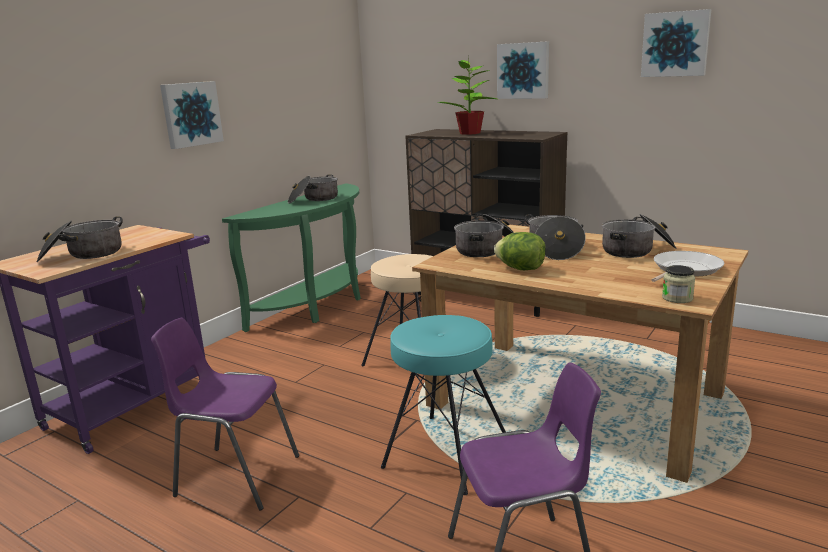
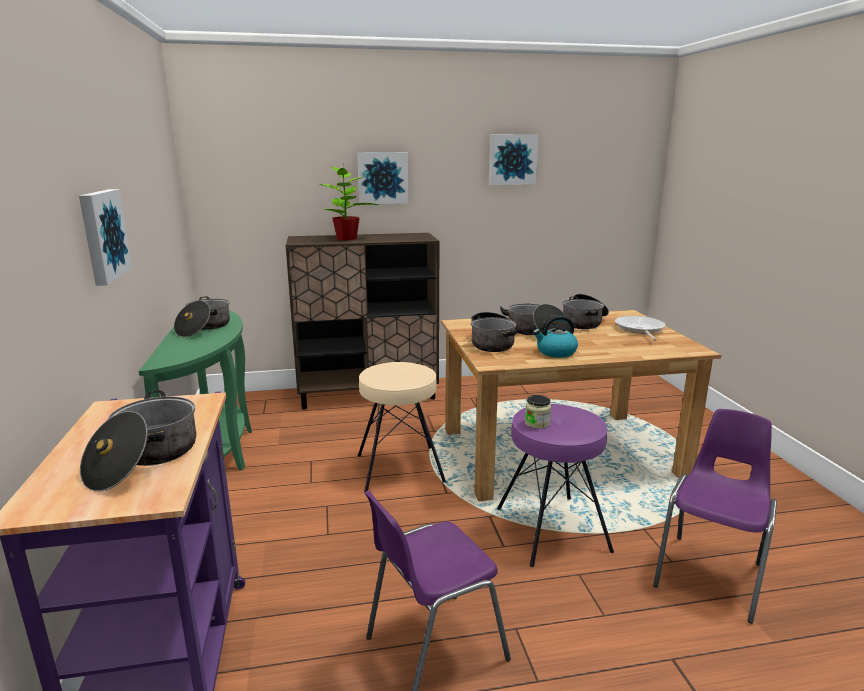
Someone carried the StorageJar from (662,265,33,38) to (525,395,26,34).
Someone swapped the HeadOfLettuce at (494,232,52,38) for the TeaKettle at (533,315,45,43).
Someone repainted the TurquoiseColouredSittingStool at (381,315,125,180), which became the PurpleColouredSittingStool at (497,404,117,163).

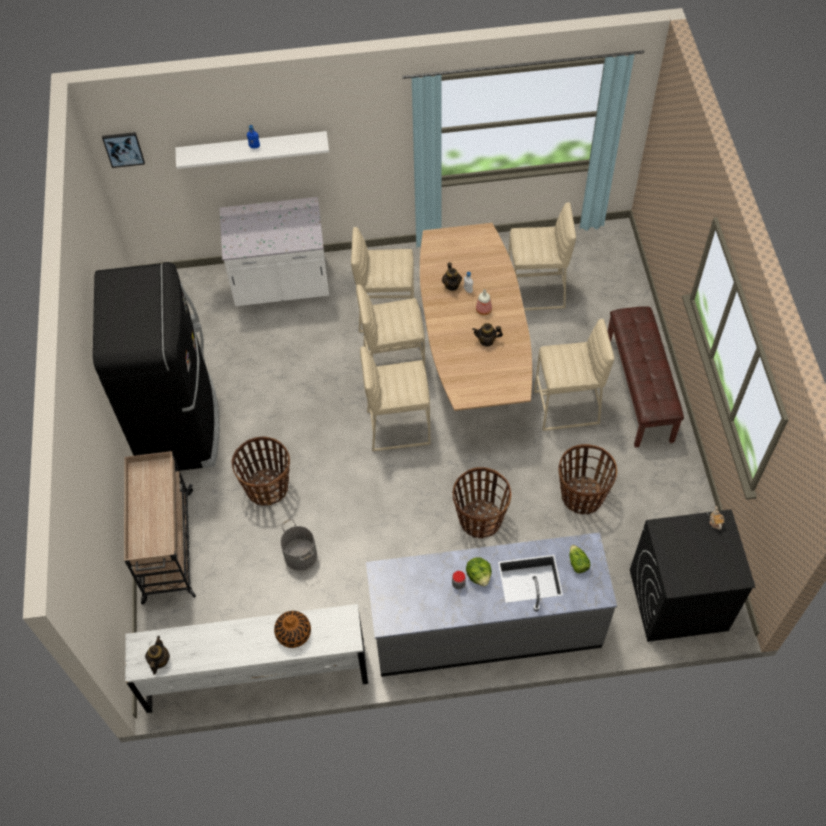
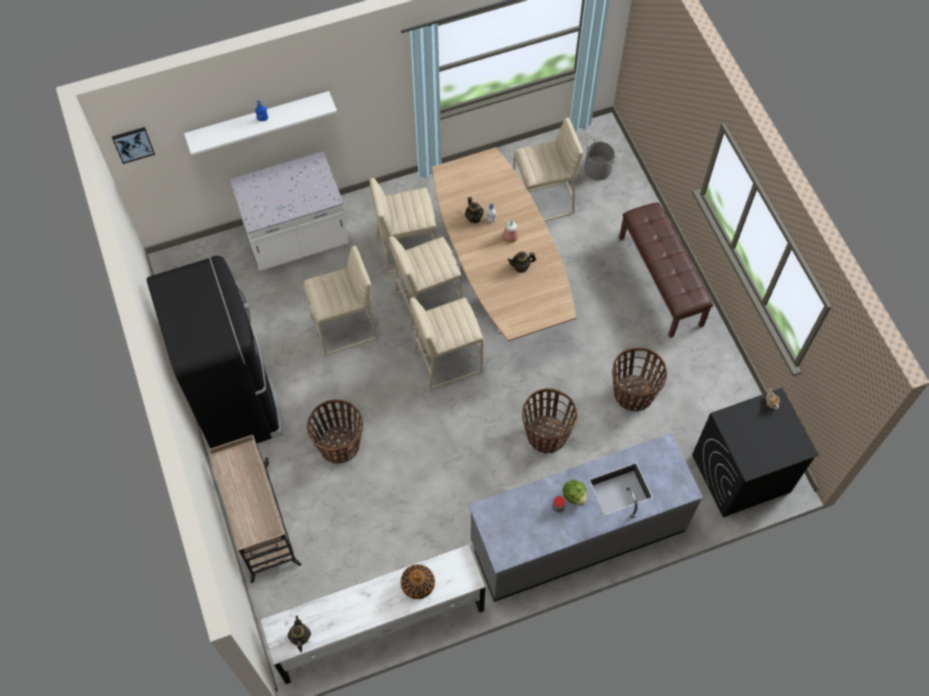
Someone took away the HeadOfLettuce at (569,545,21,28).
Someone carried the GreyishPail from (280,519,37,52) to (584,137,34,44).
Someone carried the BeigeColouredSittingStool from (534,319,80,112) to (304,246,74,110).

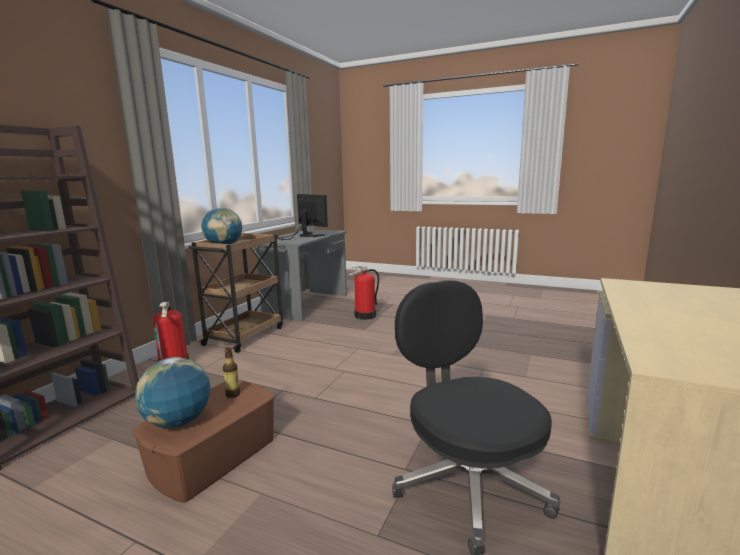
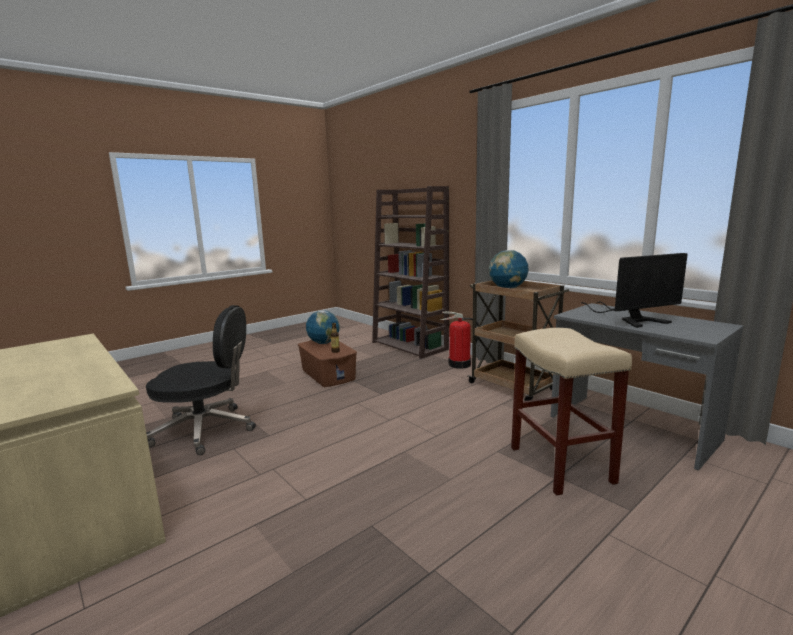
Someone swapped the Extinguisher at (349,266,30,54) for the BeigeColouredSittingStool at (511,328,121,167).

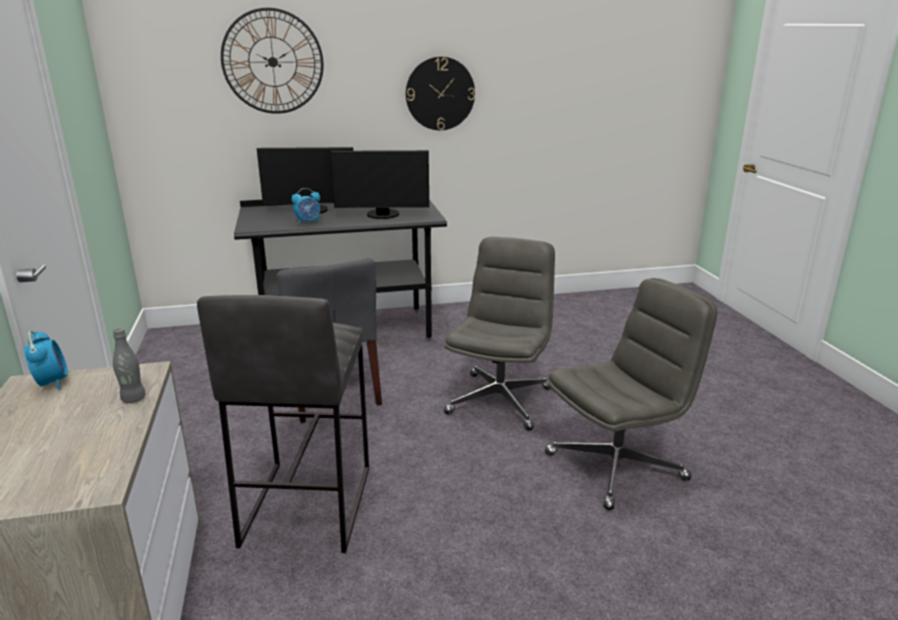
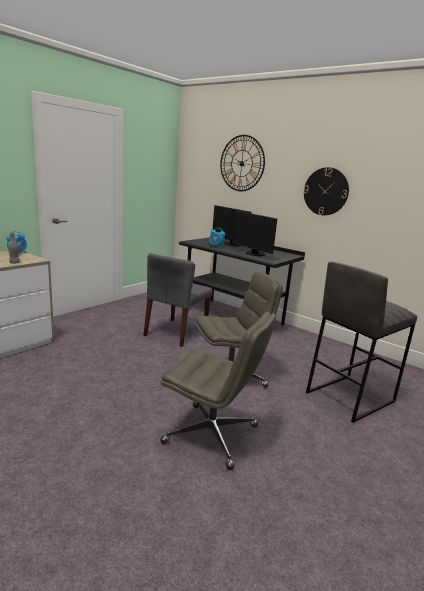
Someone carried the GreyishSittingStool from (197,295,172,258) to (306,262,111,161).

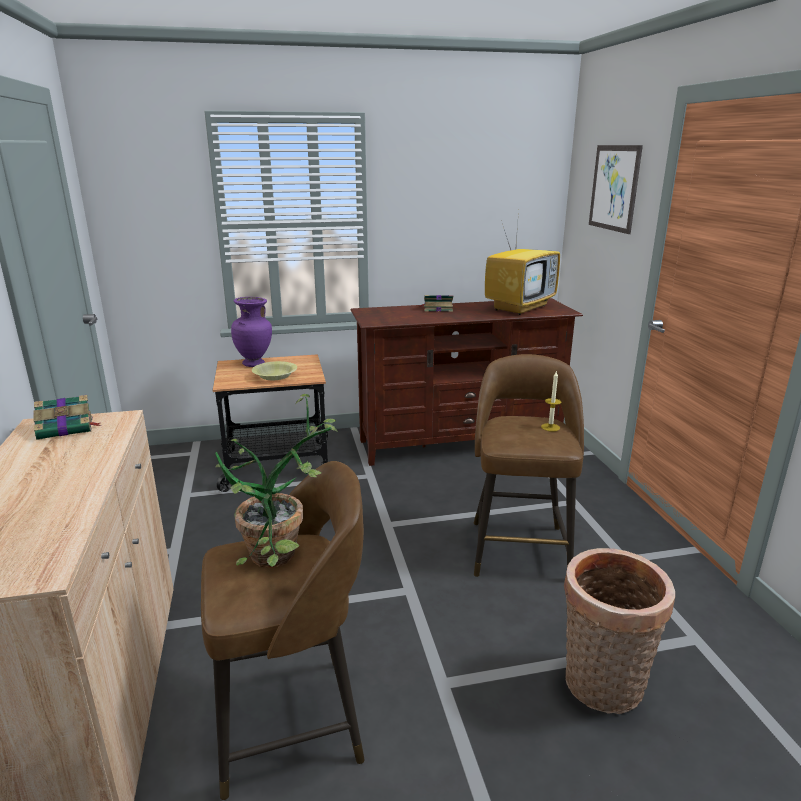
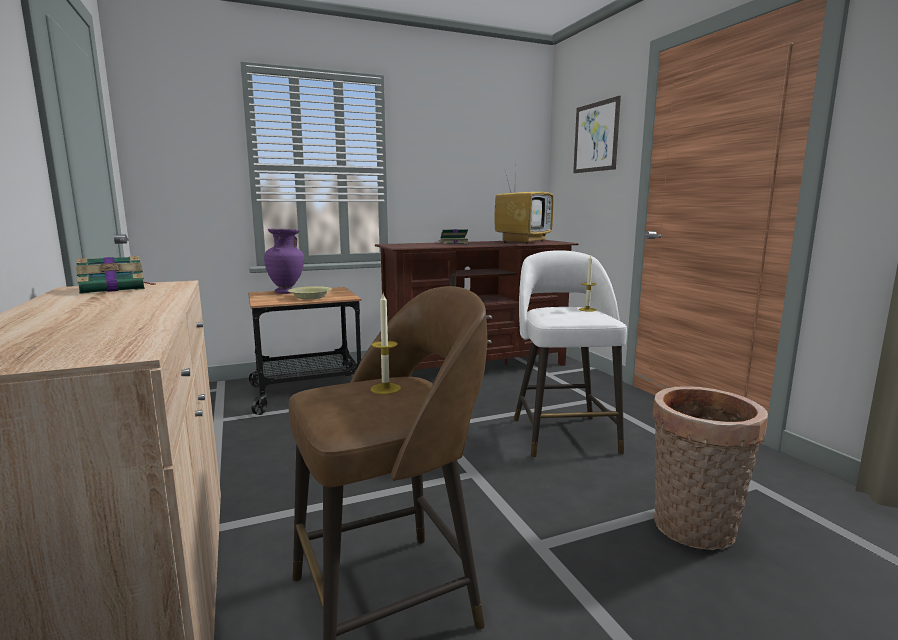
Someone swapped the PottedPlant at (215,394,123,174) for the WaxCandle at (371,293,30,101).
Someone repainted the BrownColouredSittingStool at (474,354,110,223), which became the WhiteColouredSittingStool at (514,250,113,208).

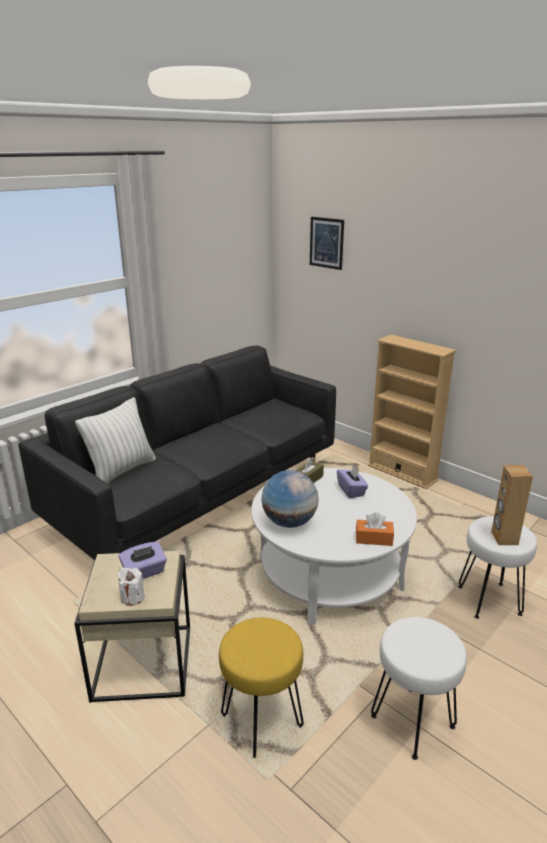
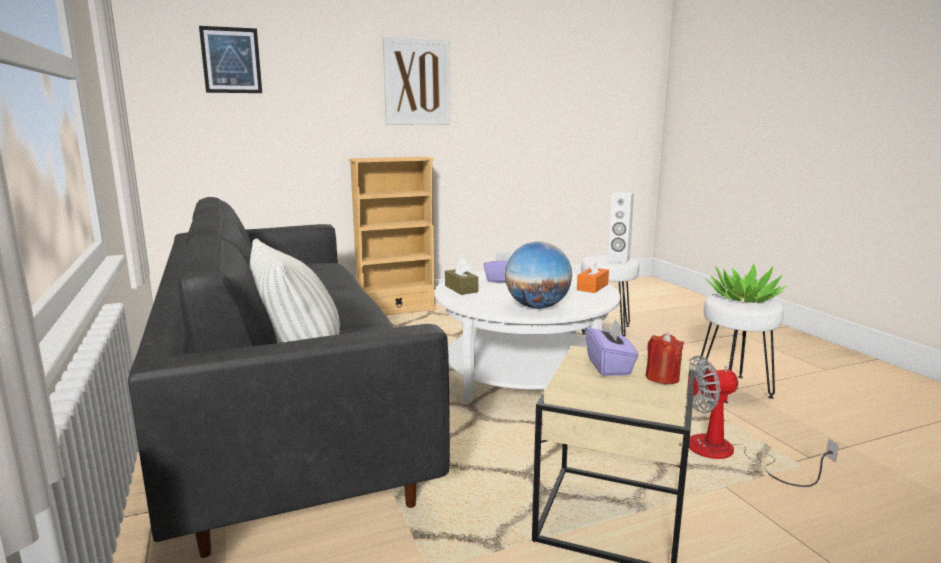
Someone put up the Picture at (383,36,68,89).
Someone put down the PottedPlant at (706,263,81,40).
Someone swapped the YellowSittingStool at (219,618,85,140) for the ElectricFan at (686,356,153,131).
Someone repainted the WhiteColouredWaxCandle at (117,568,27,38), which became the RedWaxCandle at (646,333,38,51).
Someone repainted the BrownColouredLoudspeaker at (491,465,42,80), which became the WhiteColouredLoudspeaker at (608,192,26,71).

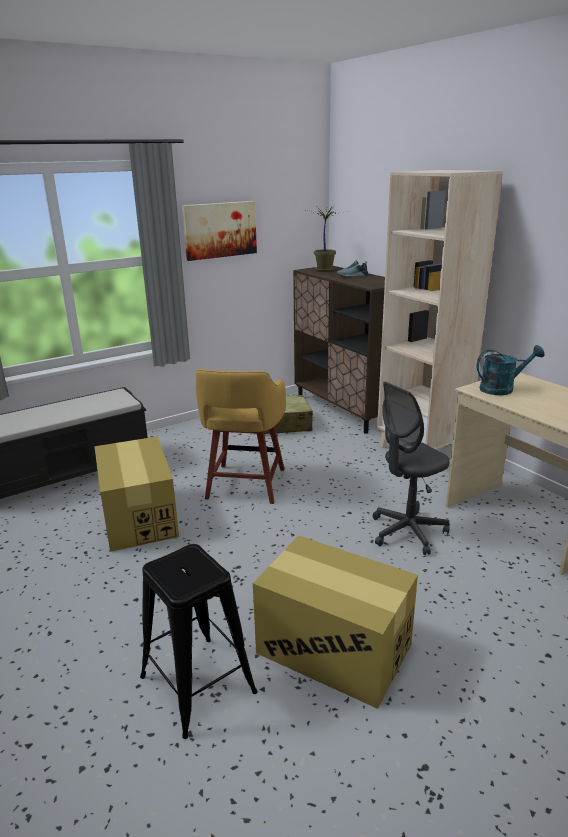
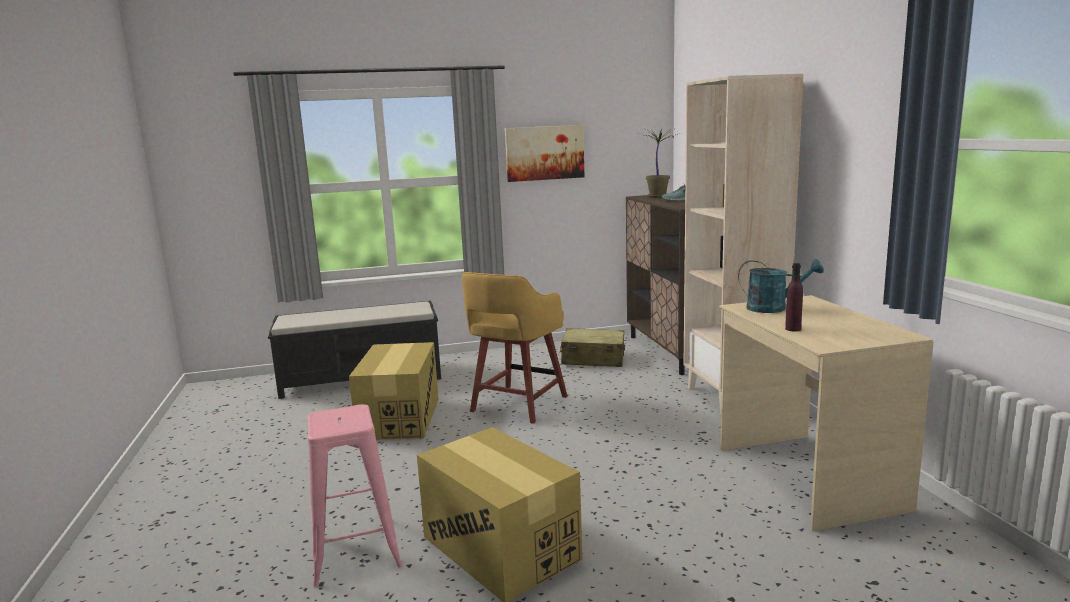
Someone took away the GreyishComputerChair at (373,382,77,173).
Someone put down the PurpleColouredBottle at (785,263,18,68).
Someone repainted the BlackSittingStool at (140,544,118,195), which became the PinkishSittingStool at (307,404,96,183).

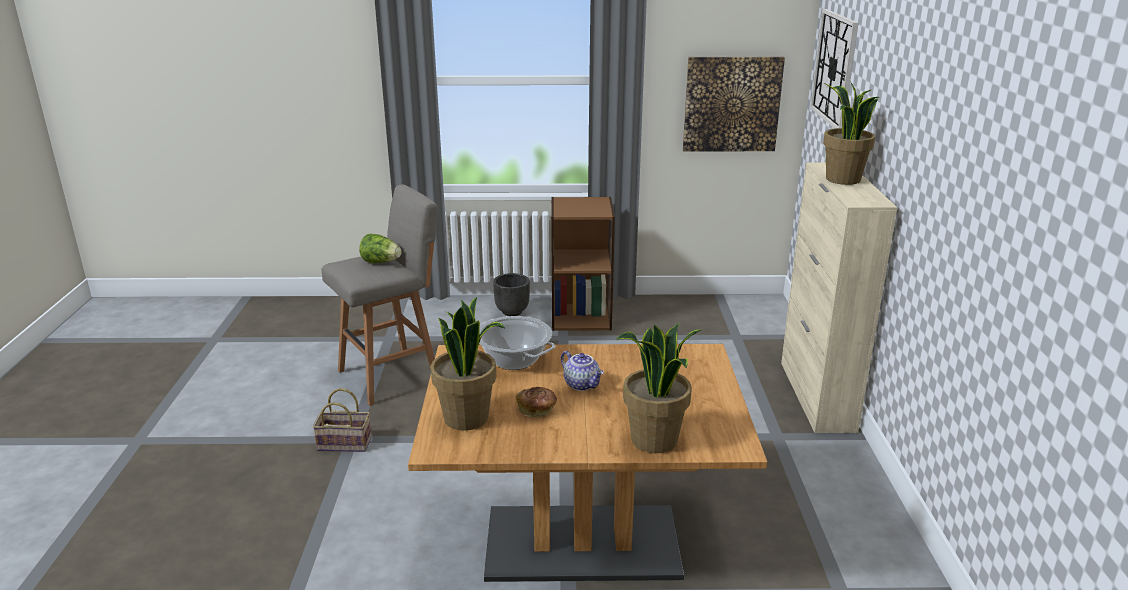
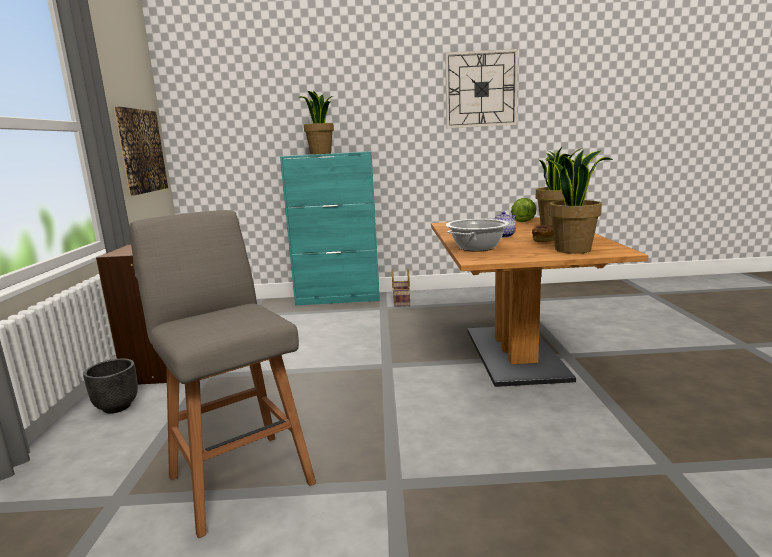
Someone carried the Basket from (313,388,59,64) to (392,268,18,39).
Someone carried the HeadOfLettuce from (359,234,43,29) to (511,198,25,24).
Someone carried the WallClock from (810,9,48,120) to (445,49,73,79).
Someone repainted the BeigeColouredStorageCabinet at (781,162,117,271), which became the TurquoiseColouredStorageCabinet at (280,151,100,154).

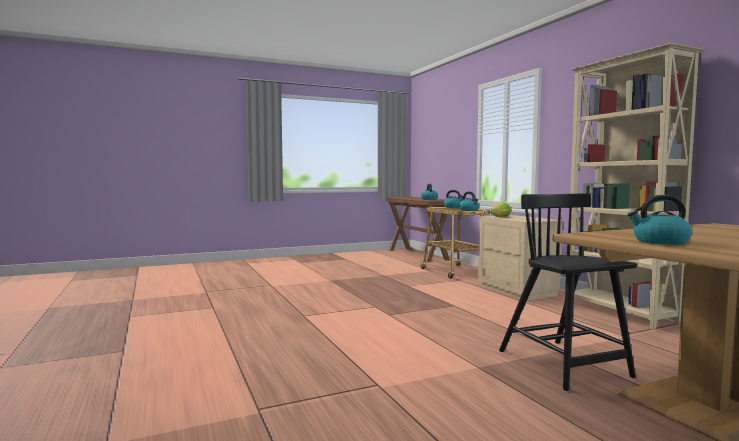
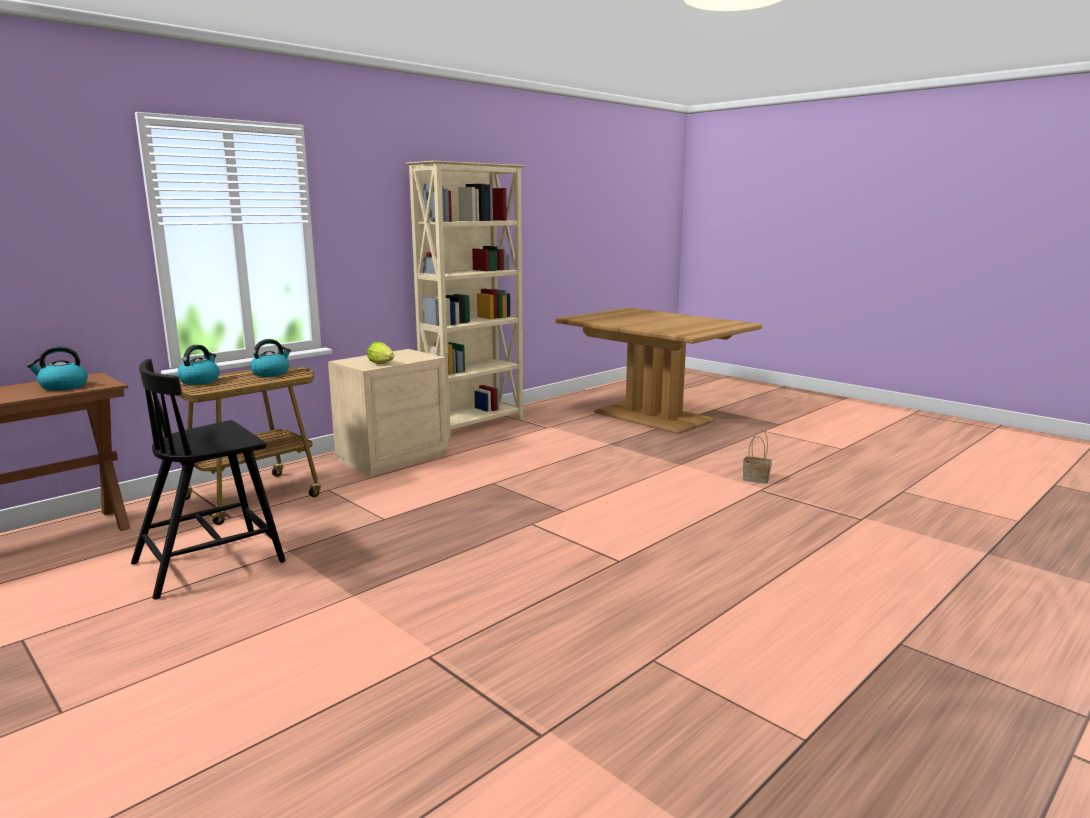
Someone took away the TeaKettle at (628,195,64,50).
Someone put down the Basket at (743,429,29,55).
Someone carried the BlackPlainChair from (499,193,138,198) to (131,359,155,241).

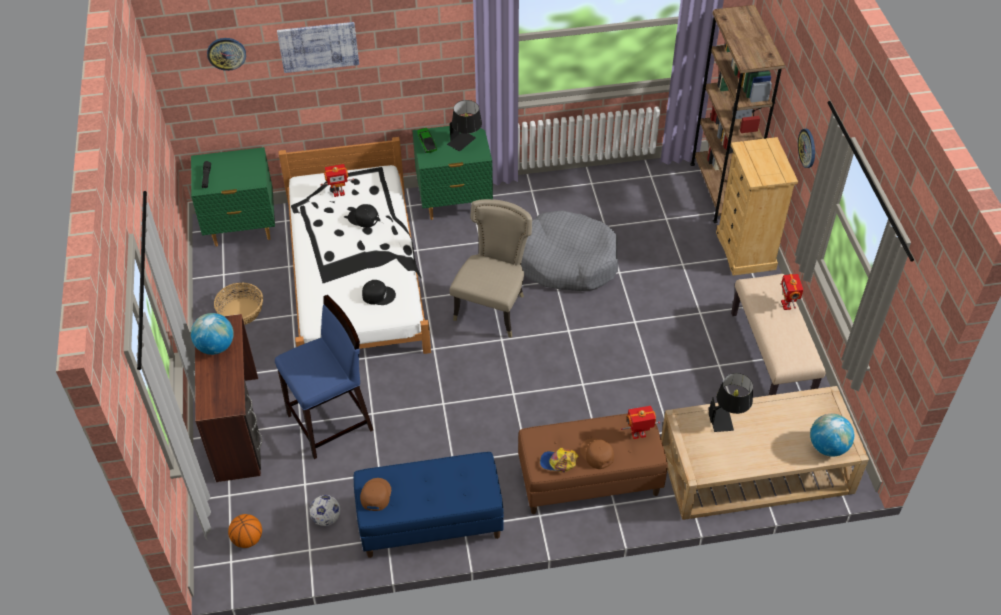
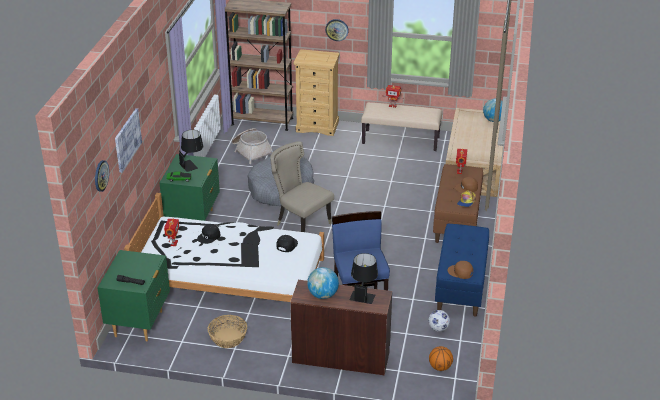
Someone put down the Basket at (232,128,41,36).
Someone carried the BlackTableLamp from (708,373,45,59) to (349,253,29,51).

